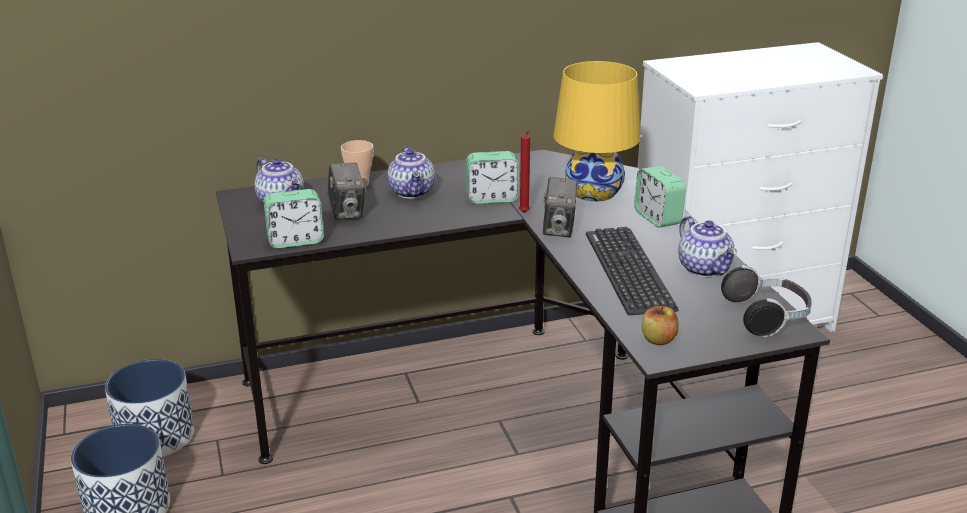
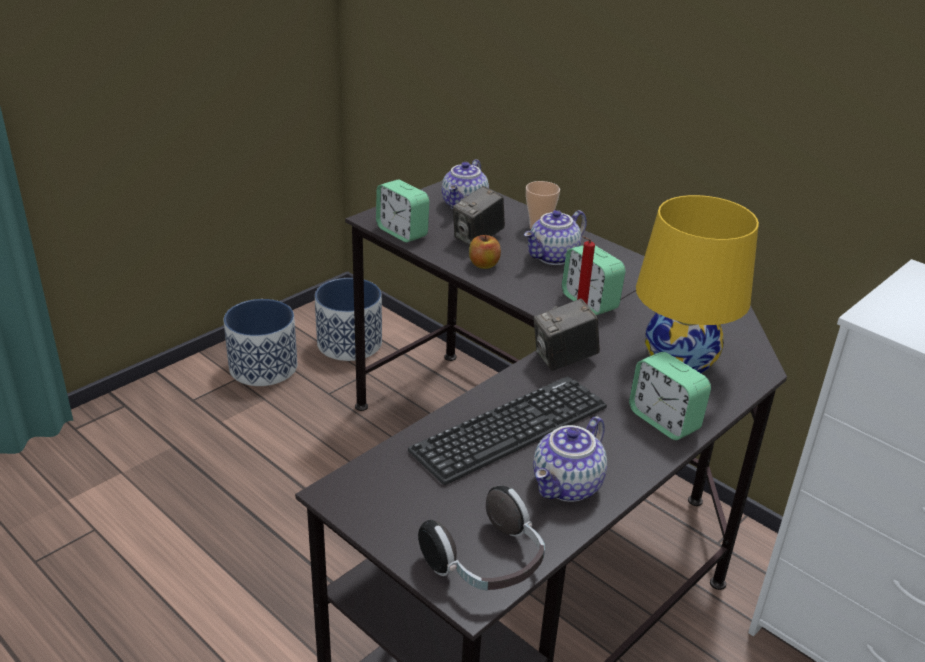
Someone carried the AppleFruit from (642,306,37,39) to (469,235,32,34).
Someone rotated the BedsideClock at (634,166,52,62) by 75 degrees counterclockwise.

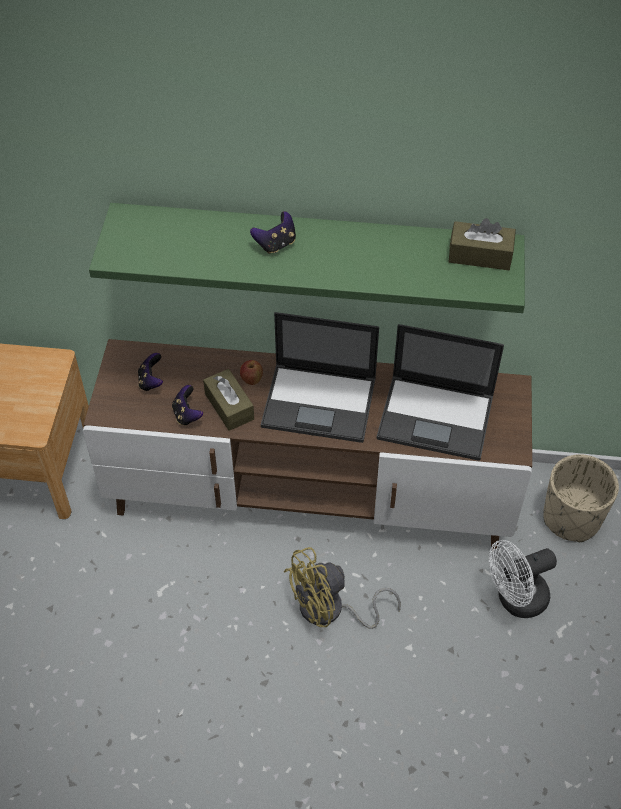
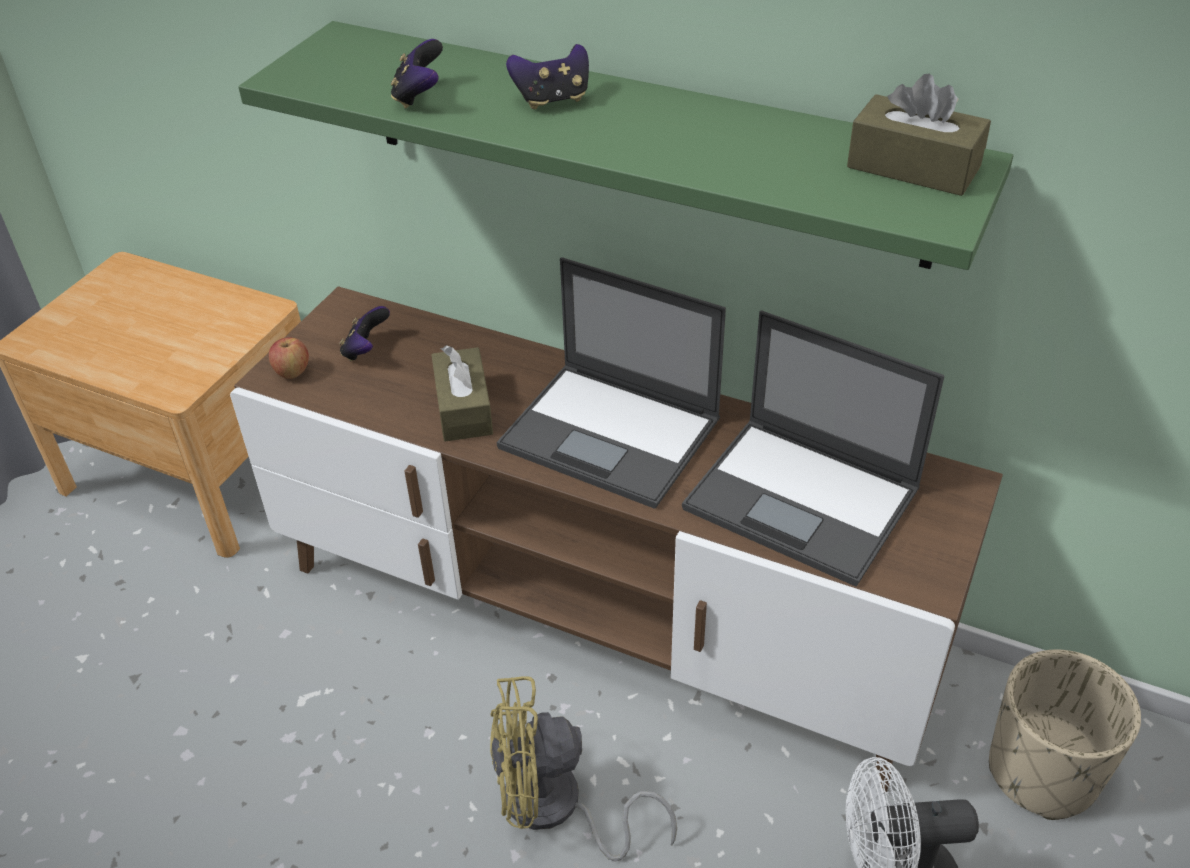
Someone carried the Joypad from (172,385,31,41) to (391,39,52,70).
Someone carried the AppleFruit from (240,360,23,25) to (269,337,40,42).

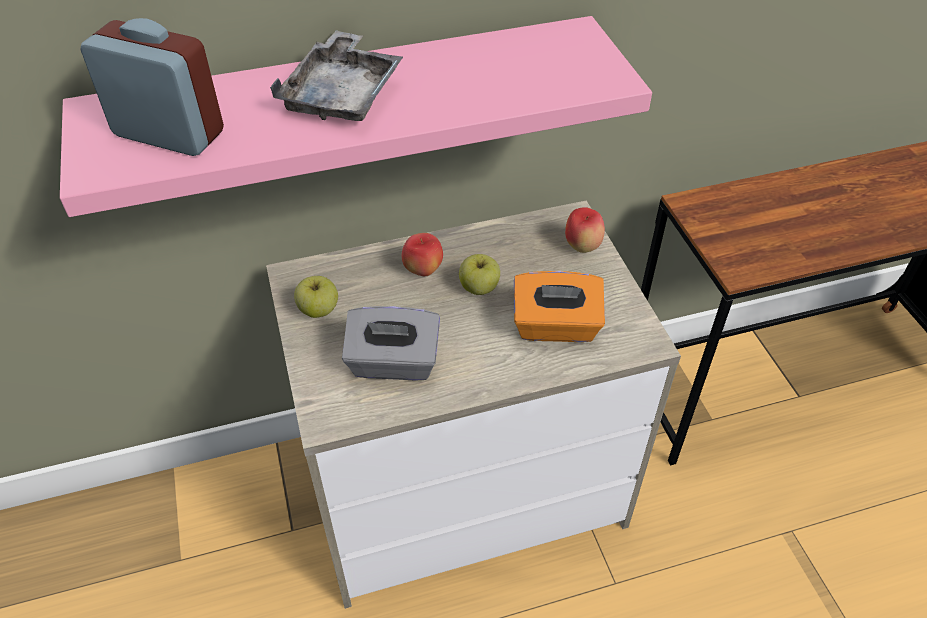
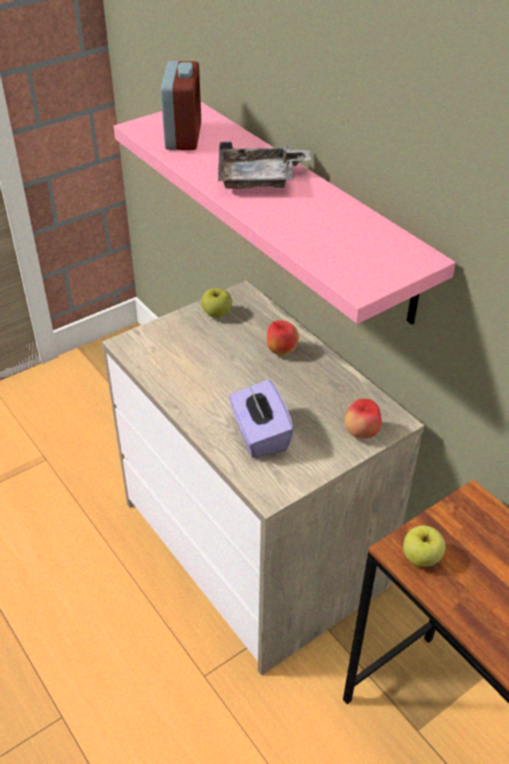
Someone took away the GreyishTissueHolder at (342,306,98,75).
Someone carried the AppleFruit from (459,254,41,41) to (403,525,42,42).
Someone repainted the OrangeTissueHolder at (514,271,91,71), which became the PurpleColouredTissueHolder at (229,379,65,79).

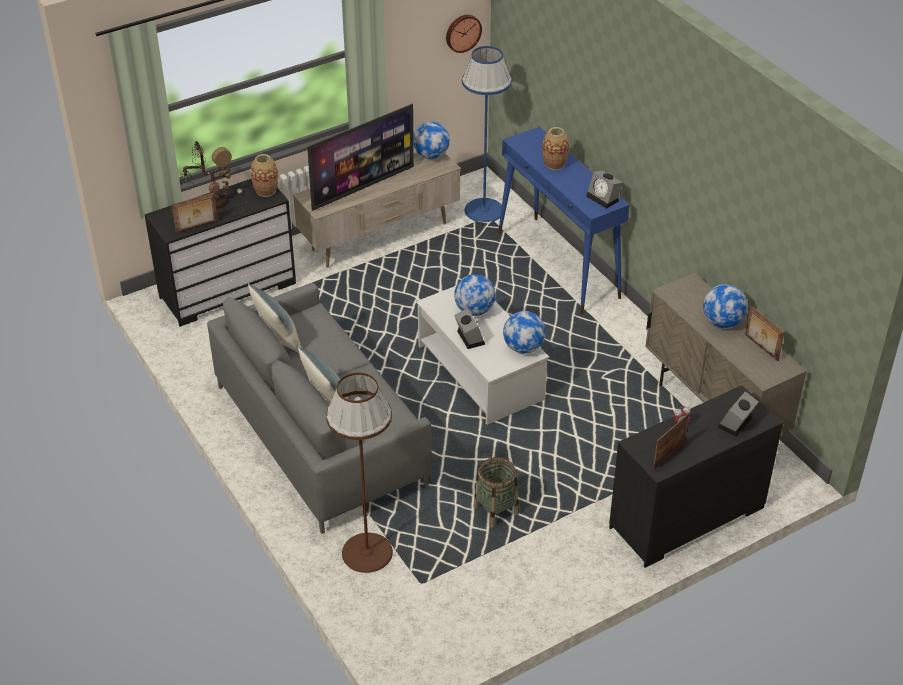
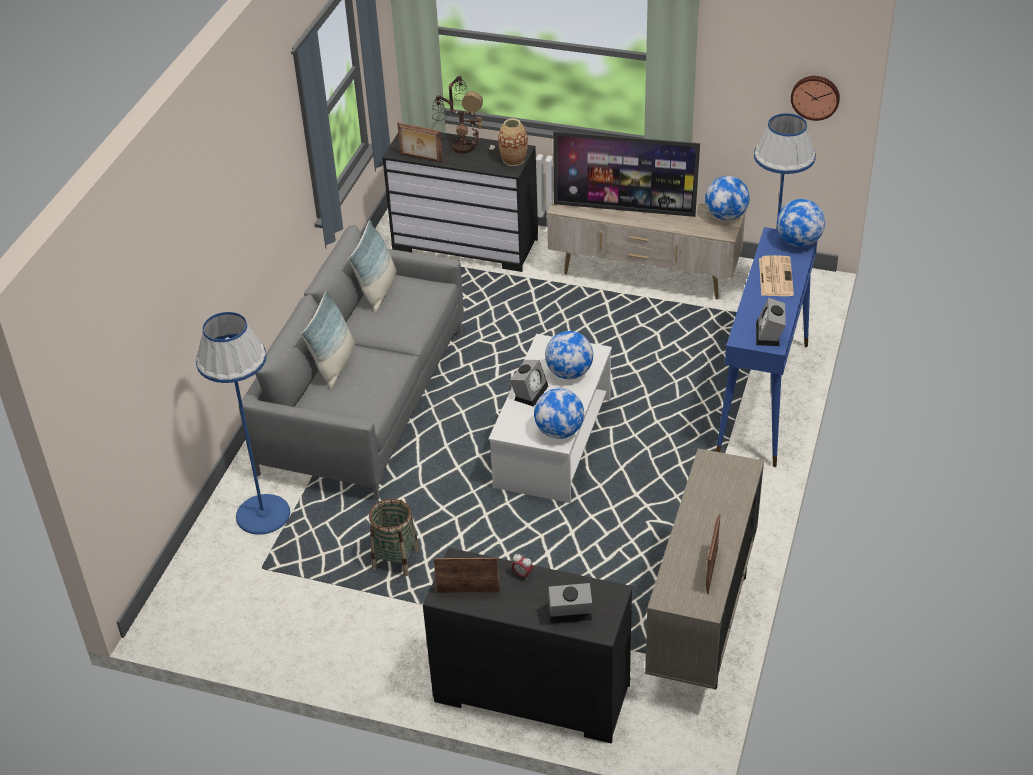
Someone carried the Globe from (703,284,45,44) to (777,199,48,48).
Someone swapped the DecorativeVase at (542,127,27,43) for the Newspaper at (759,255,35,41).
Someone repainted the BrownColouredStandardLamp at (326,373,67,200), which became the BlueStandardLamp at (196,312,94,223).

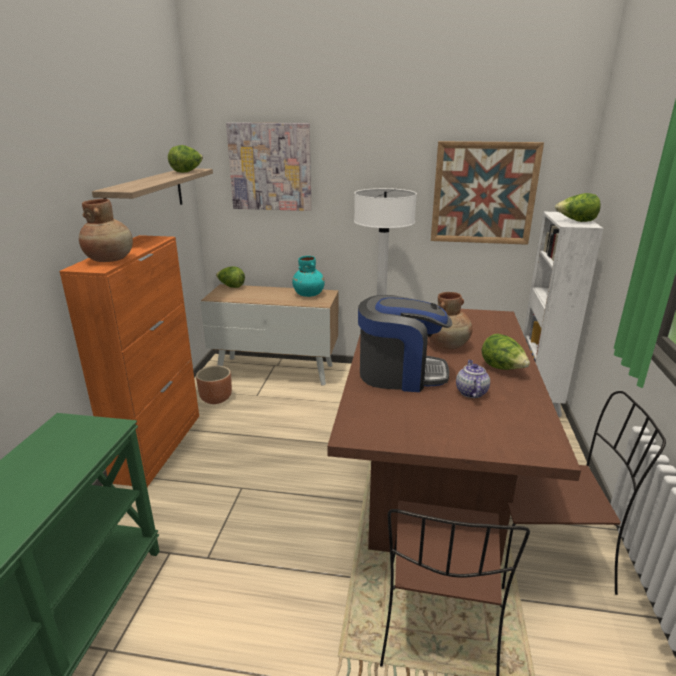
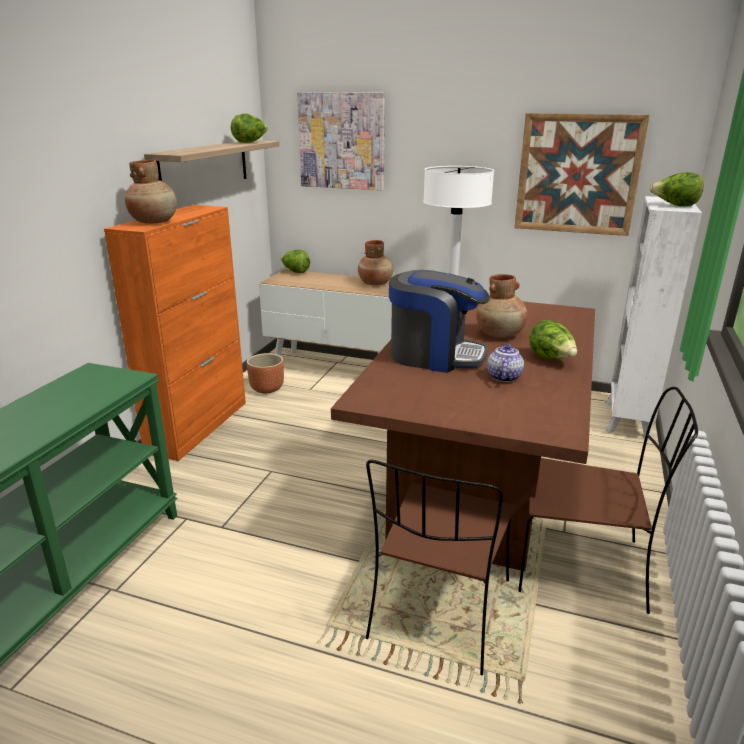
Someone repainted the TurquoiseColouredDecorativeVase at (292,256,33,41), which became the BrownColouredDecorativeVase at (358,240,35,45).

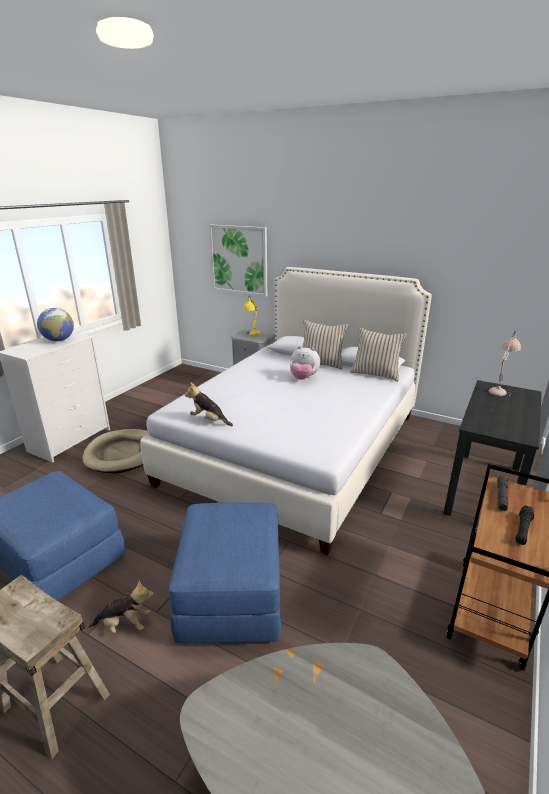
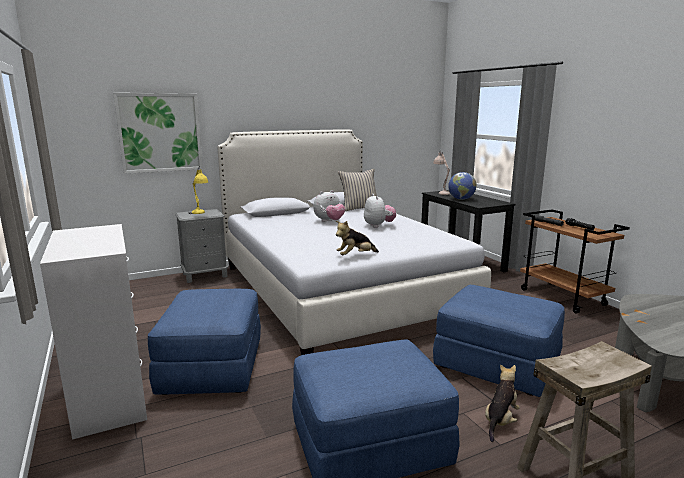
Someone took away the BeigeColouredPillow at (302,320,46,50).
Someone put down the SoftToy at (364,194,32,34).
Someone carried the Globe from (37,308,37,33) to (448,172,29,28).
Someone swapped the BeigeColouredDogCushion at (83,429,66,45) for the BlueOttoman at (148,289,113,106).

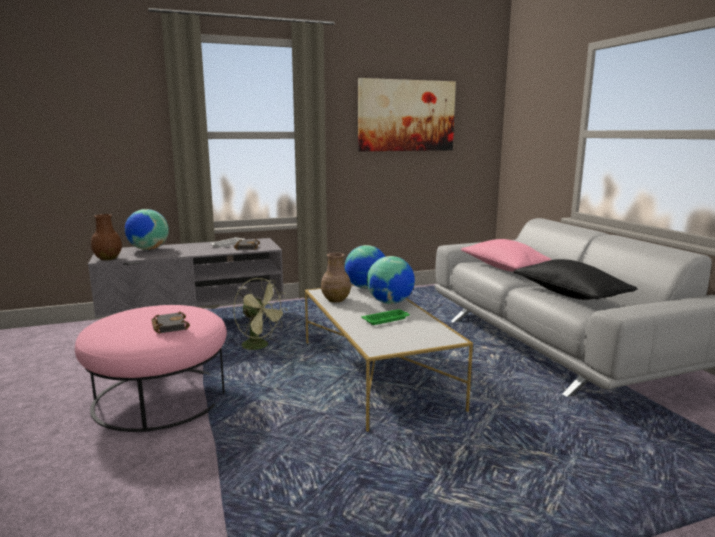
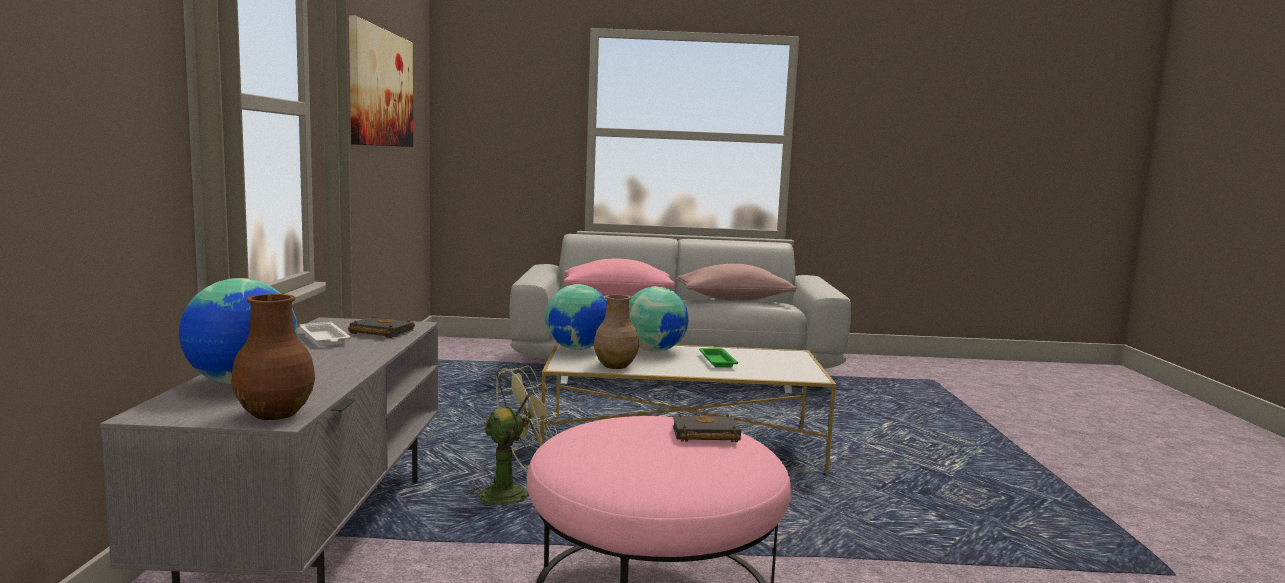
Someone repainted the BlackPillow at (514,259,123,41), which became the PinkishPillow at (677,264,119,37).

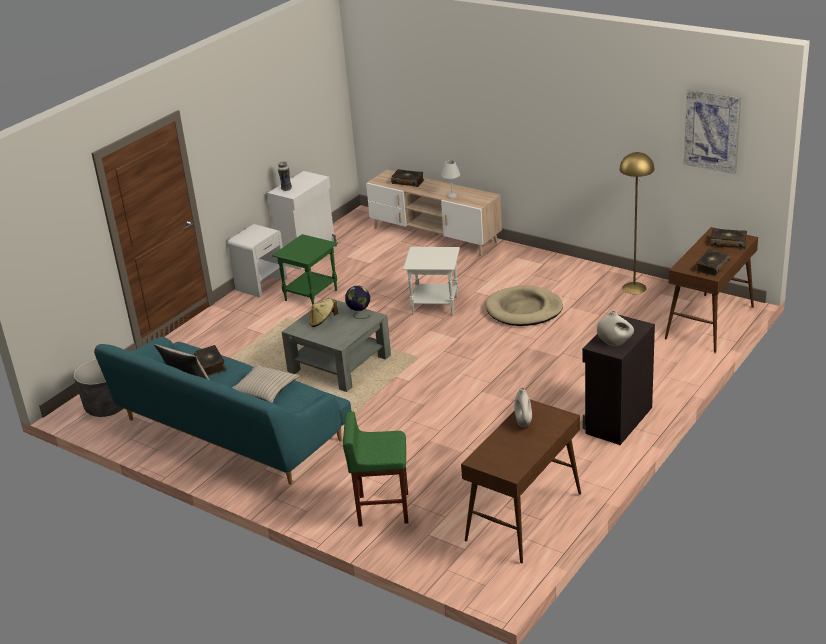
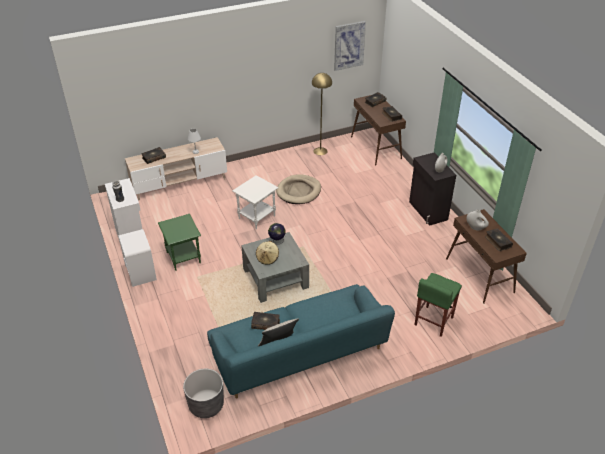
Someone took away the BeigeColouredPillow at (232,364,68,39).
Someone put down the Volume at (485,228,28,23).

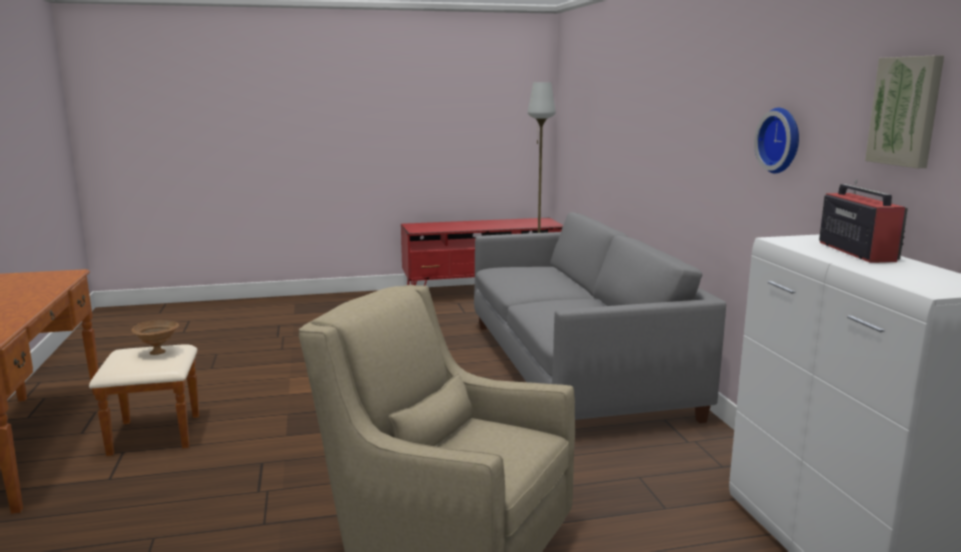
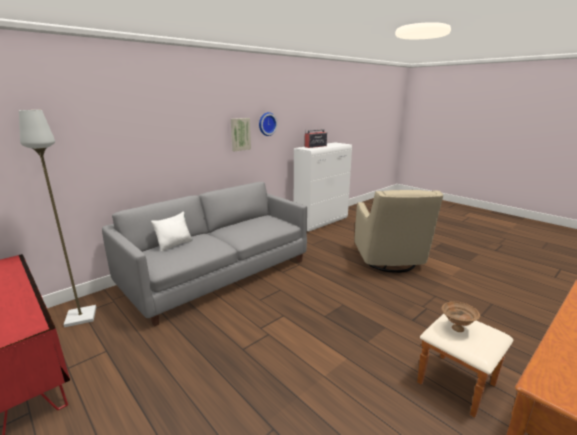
Someone put down the WhiteColouredPillow at (151,212,42,39).
Someone carried the Picture from (865,55,79,113) to (231,118,20,33).

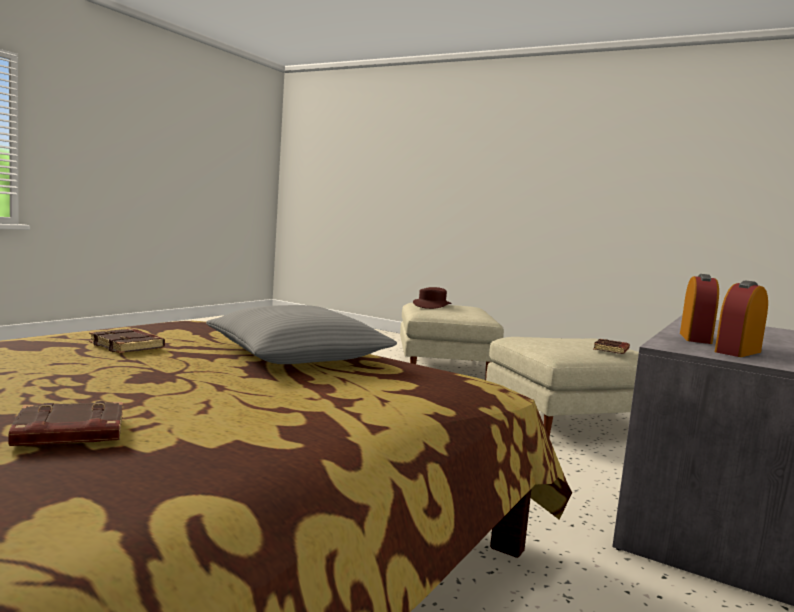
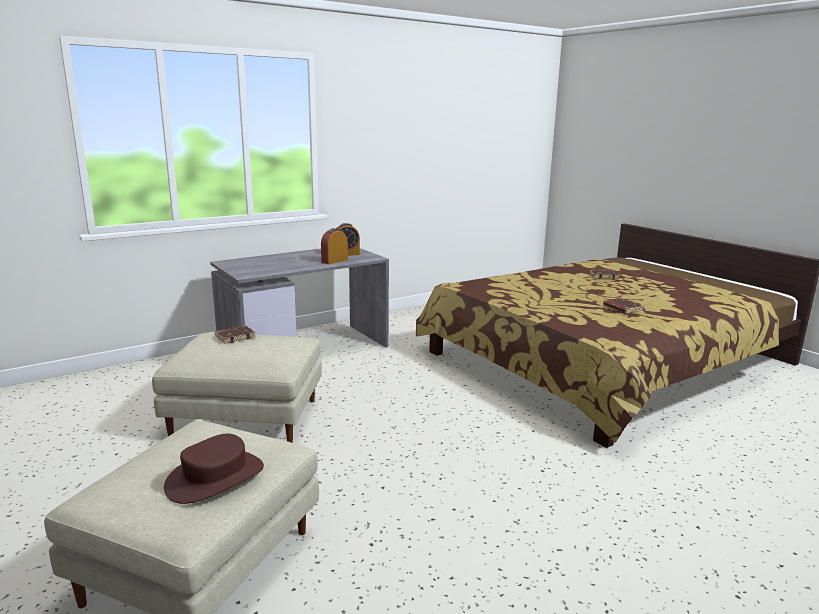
Someone took away the GreyishPillow at (206,305,191,59).

